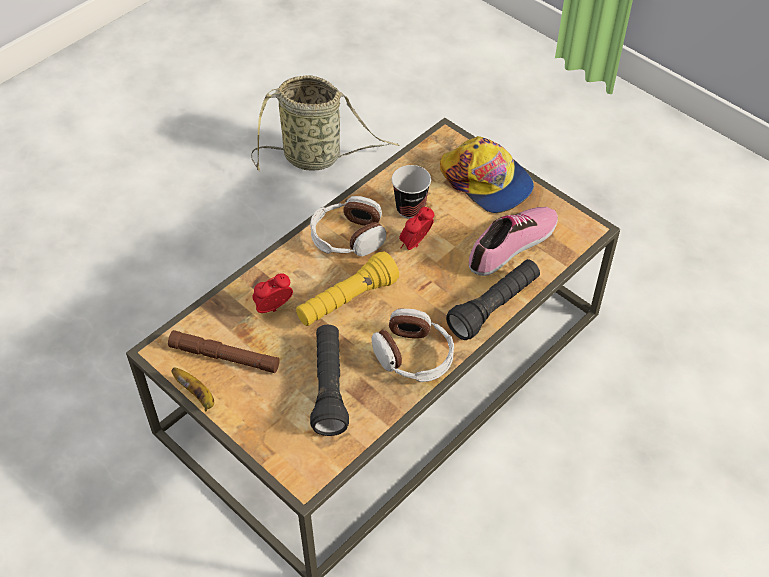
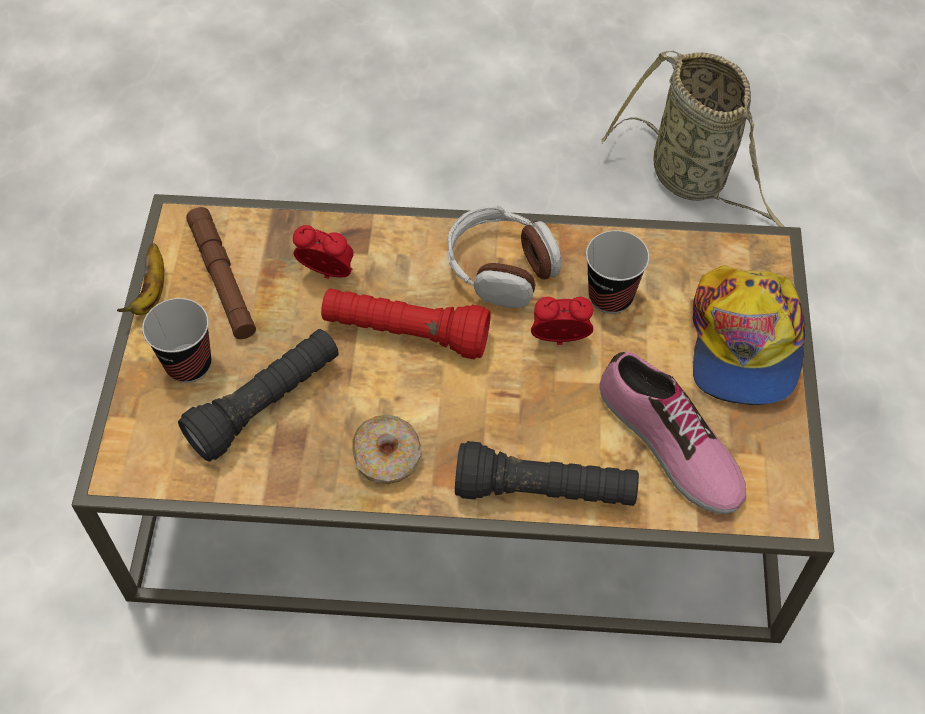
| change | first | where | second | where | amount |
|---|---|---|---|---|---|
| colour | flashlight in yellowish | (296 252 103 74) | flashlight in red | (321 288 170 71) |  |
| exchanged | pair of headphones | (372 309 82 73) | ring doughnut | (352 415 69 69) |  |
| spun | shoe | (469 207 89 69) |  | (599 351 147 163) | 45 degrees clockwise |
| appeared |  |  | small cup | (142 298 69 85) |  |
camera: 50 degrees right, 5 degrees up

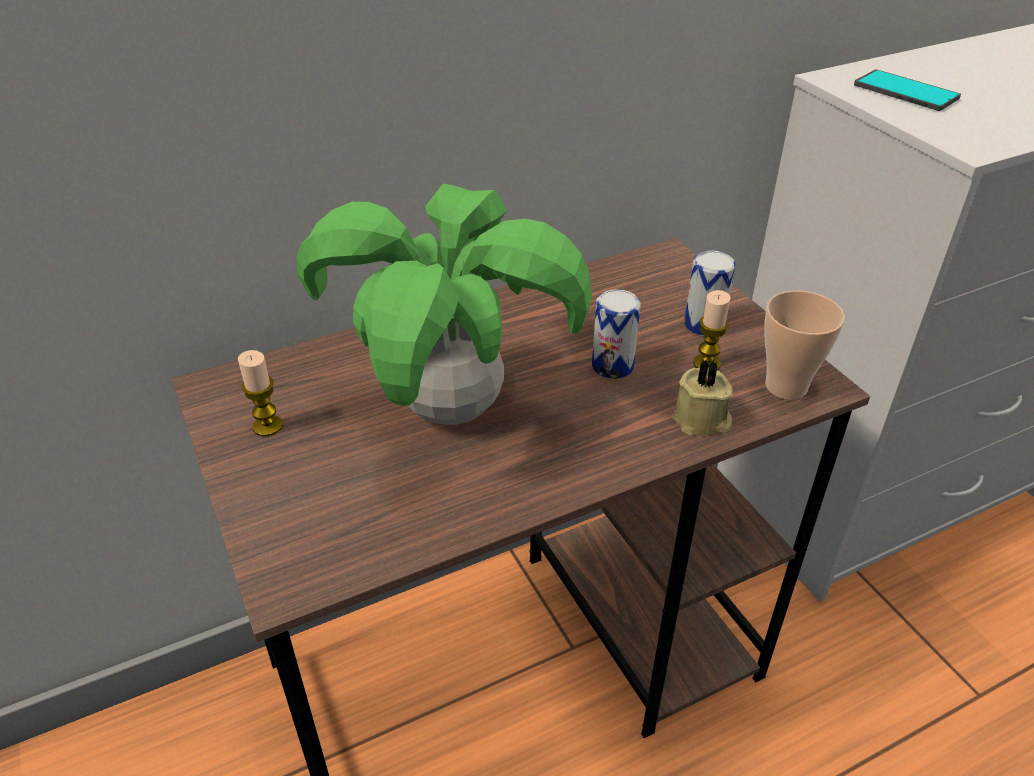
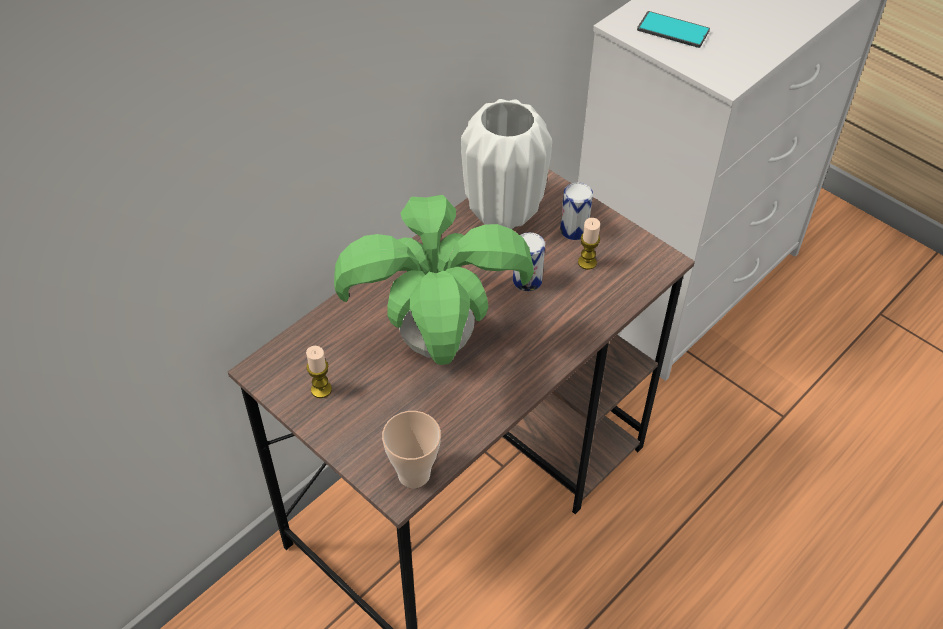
| change | first | where | second | where | amount |
|---|---|---|---|---|---|
| missing | wax light in beige-coloured | (672 360 61 76) |  |  |  |
| relocated | small cup | (764 290 81 110) |  | (382 411 59 77) |  |
| appeared |  |  | flower vase in whitish | (461 99 91 130) |  |
camera: 20 degrees left, 10 degrees up

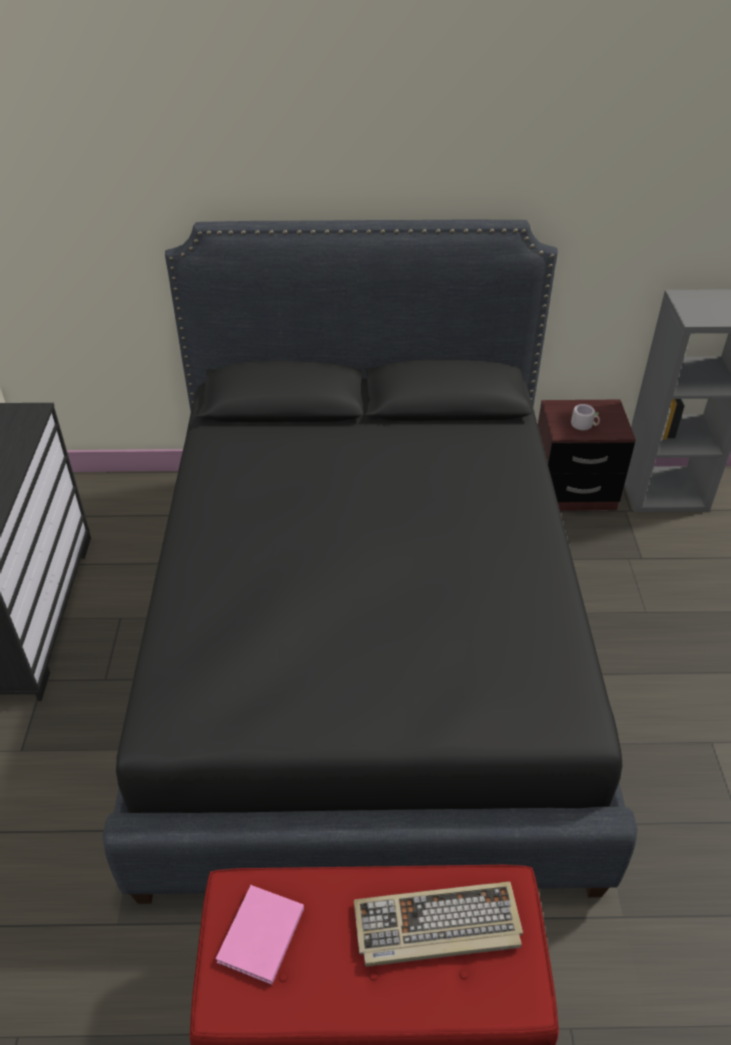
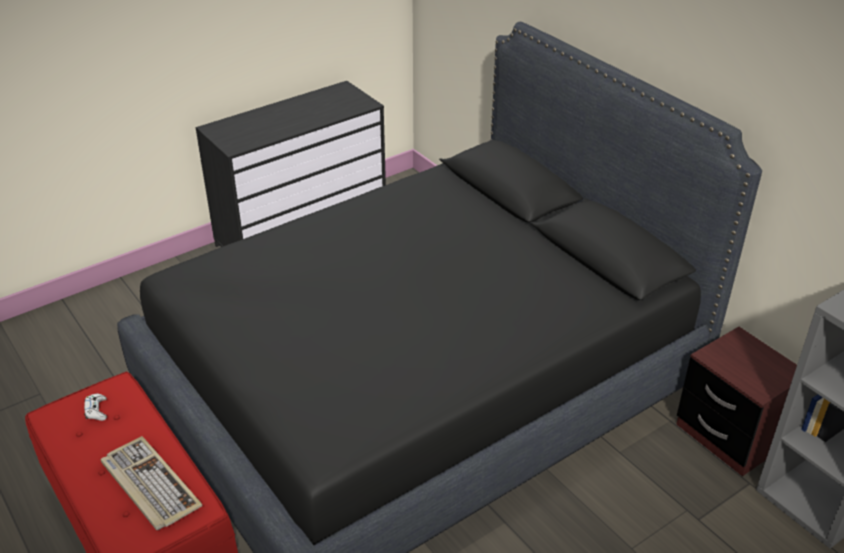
| change | first | where | second | where | amount |
|---|---|---|---|---|---|
| exchanged | book in pinkish | (216 885 88 100) | game controller in whitish | (84 394 23 27) |  |
| missing | mug in gray | (571 404 29 27) |  |  |  |
camera: 55 degrees right, 5 degrees down

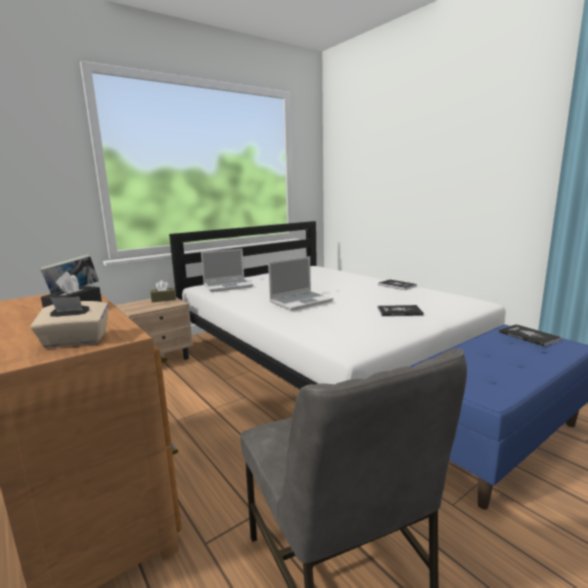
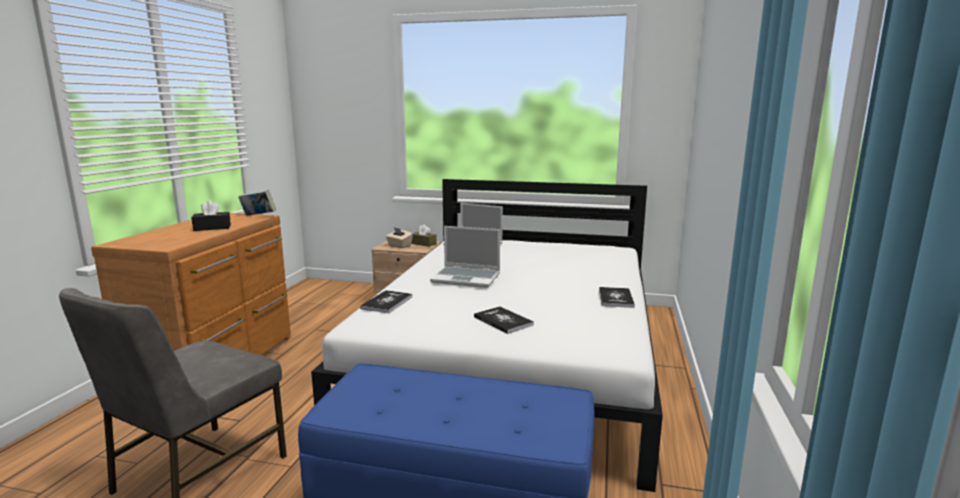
| change | first | where | second | where | amount |
|---|---|---|---|---|---|
| relocated | tissue box in beige-coloured | (30 296 79 52) |  | (386 227 27 21) |  |
| relocated | book | (499 324 63 23) |  | (360 290 52 23) |  |
camera: 50 degrees right, 0 degrees up

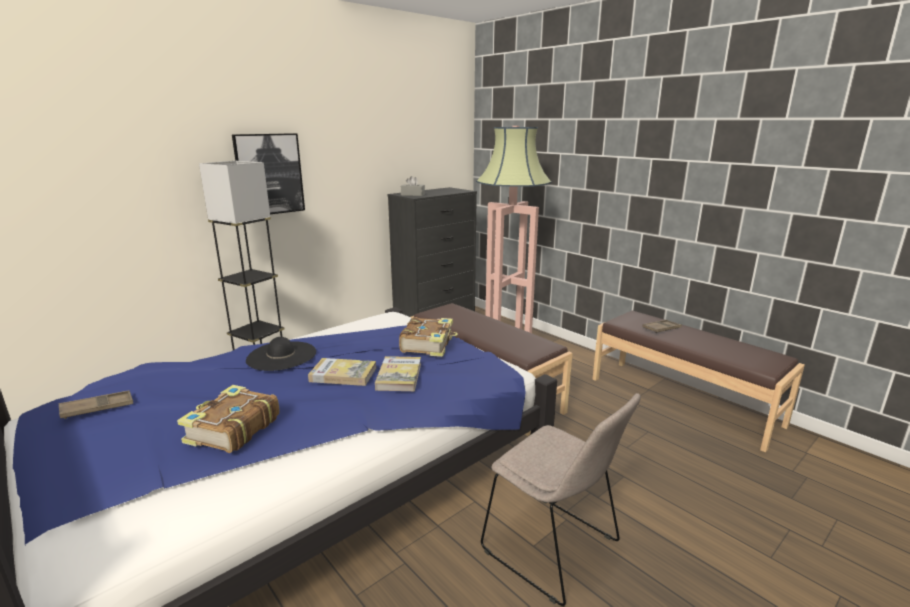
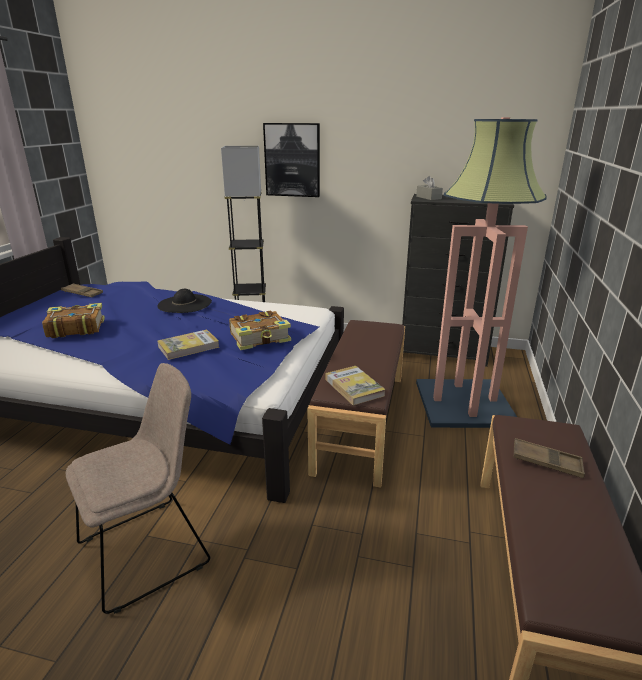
| change | first | where | second | where | amount |
|---|---|---|---|---|---|
| relocated | book | (308 358 68 28) |  | (326 366 60 39) |  |
| spun | plain chair in beige-coloured | (481 393 160 213) |  | (66 363 144 251) | 135 degrees counterclockwise |
camera: 55 degrees right, 5 degrees up

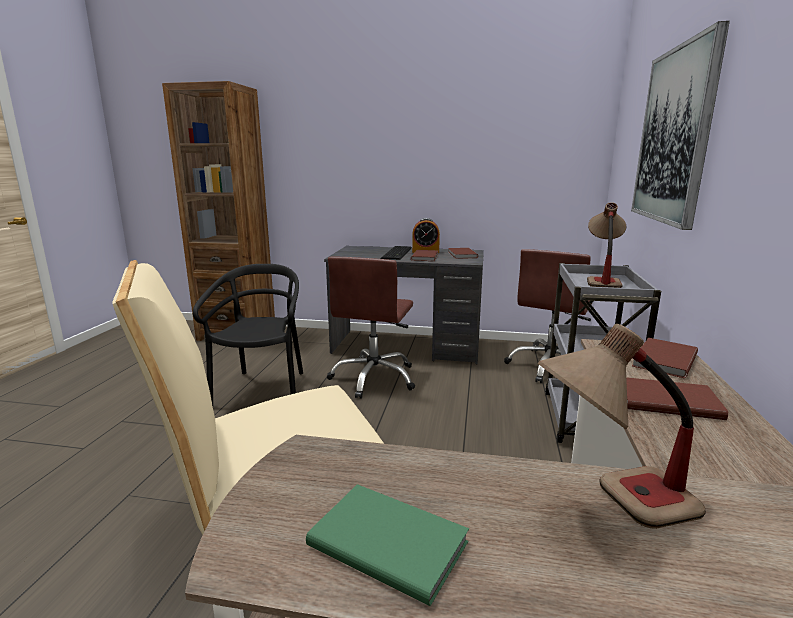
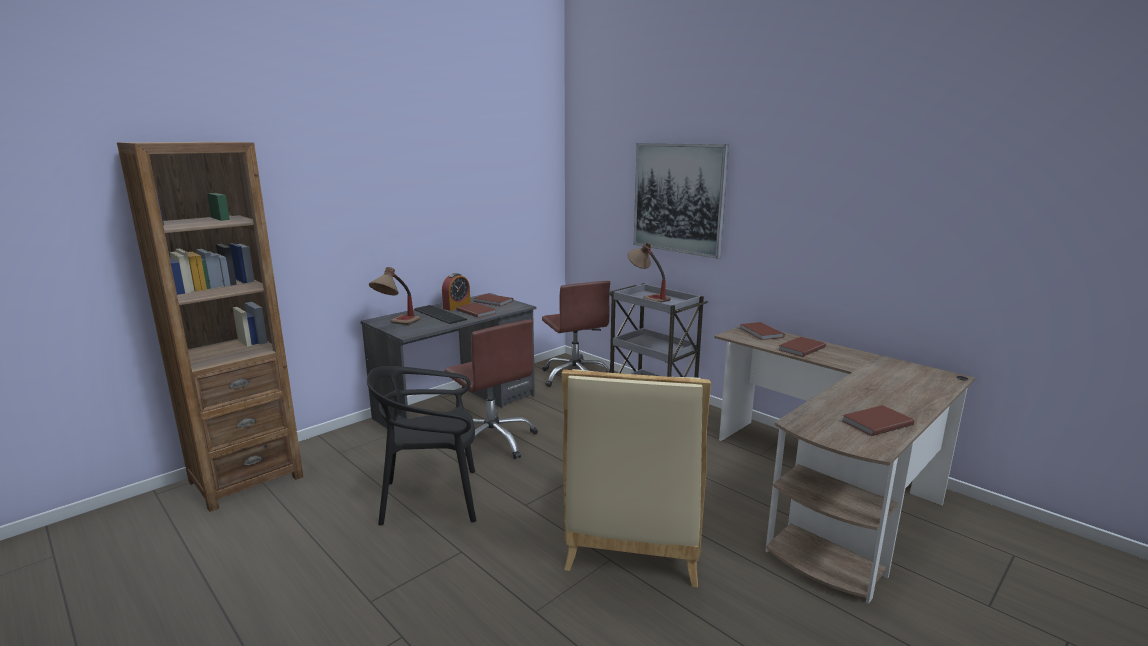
| change | first | where | second | where | amount |
|---|---|---|---|---|---|
| spun | plain chair in black-coloured | (193 264 110 142) |  | (367 366 110 159) | 45 degrees counterclockwise |
| colour | book in green-coloured | (306 484 163 122) | book in brownish | (843 405 71 31) |  |
| relocated | tabletop lamp | (538 324 168 205) |  | (369 267 52 58) |  |
camera: 55 degrees left, 0 degrees up

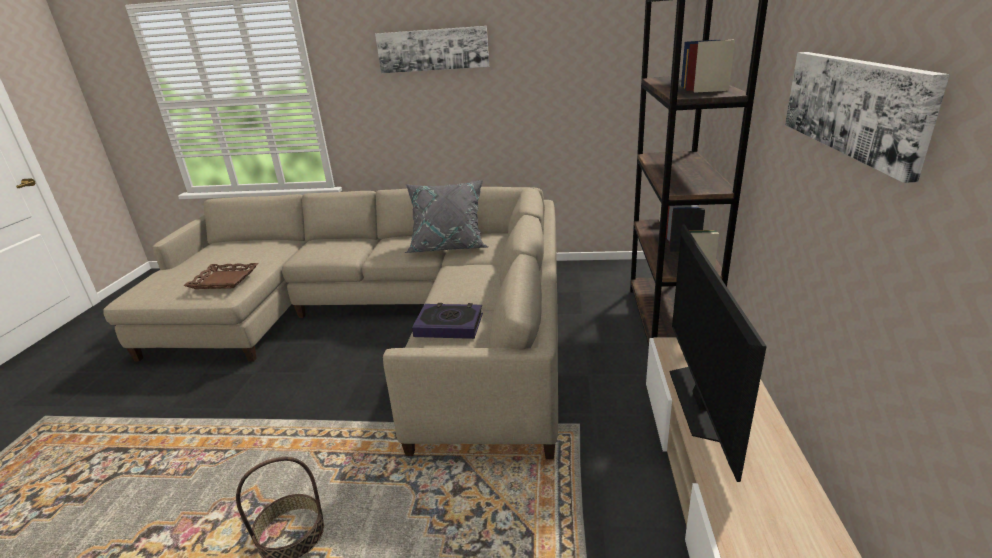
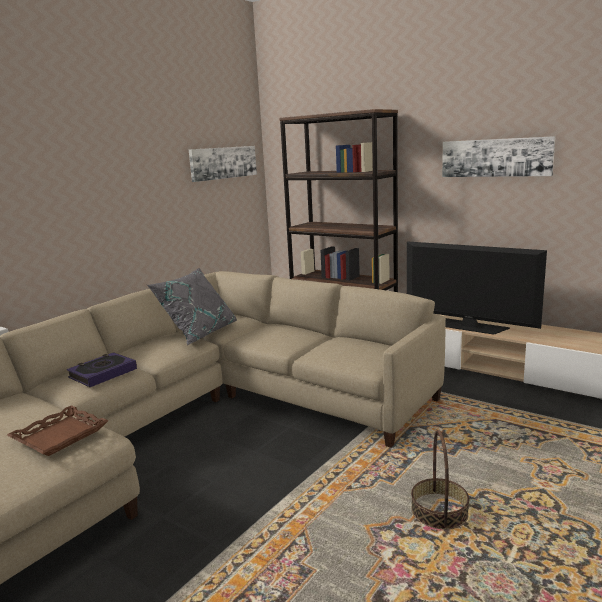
| change | first | where | second | where | amount |
|---|---|---|---|---|---|
| relocated | wall picture | (375 26 114 47) |  | (189 146 68 36) |  |
| relocated | book | (412 303 71 36) |  | (67 352 70 35) |  |
camera: 60 degrees left, 10 degrees down

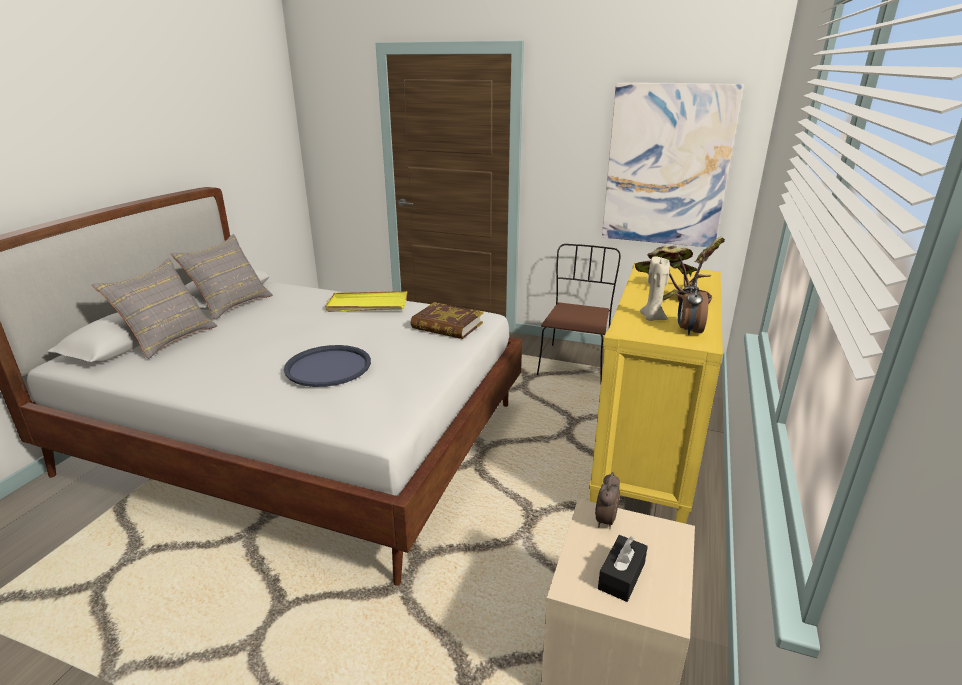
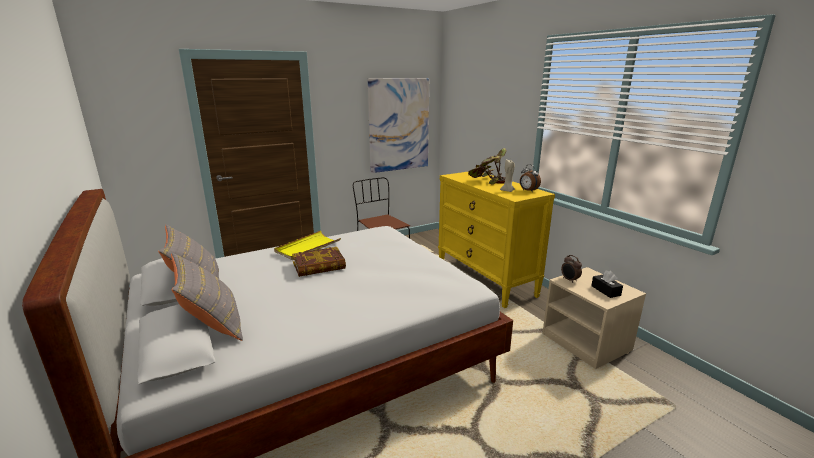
| change | first | where | second | where | amount |
|---|---|---|---|---|---|
| missing | serving tray in bluish | (284 345 87 42) |  |  |  |
| relocated | book | (411 302 72 37) |  | (292 247 54 30) |  |
camera: 50 degrees left, 5 degrees down

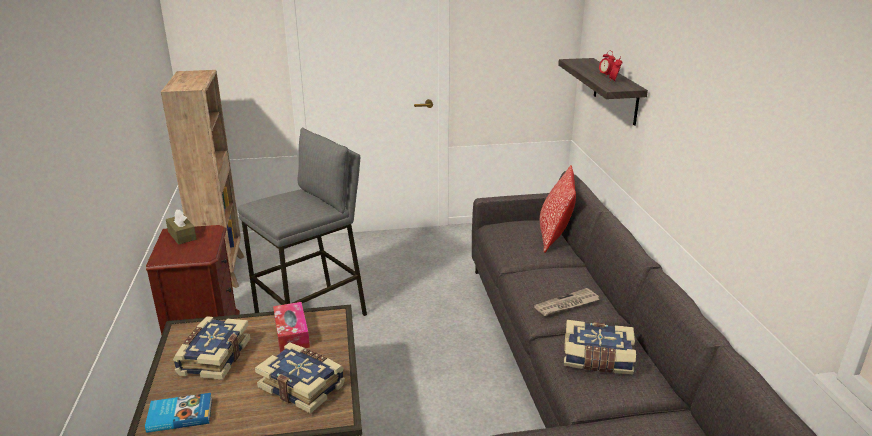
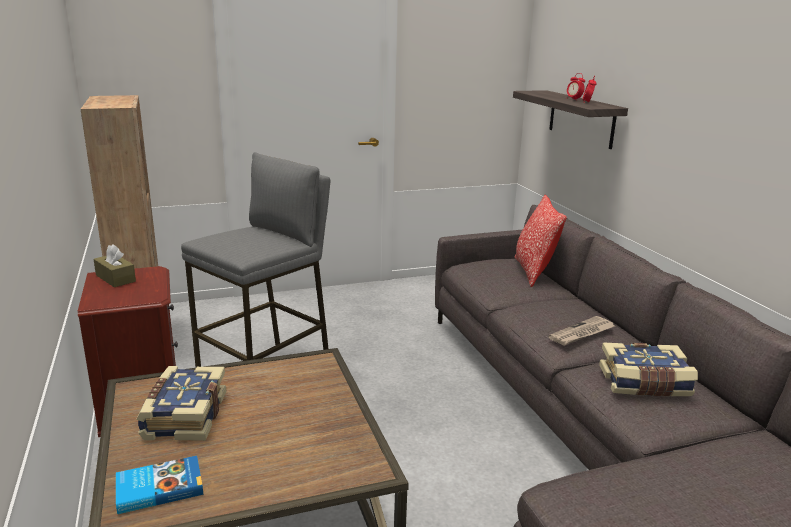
| change | first | where | second | where | amount |
|---|---|---|---|---|---|
| missing | book | (255 342 90 72) |  |  |  |
| missing | tissue box | (273 302 37 51) |  |  |  |
camera: 10 degrees left, 5 degrees down

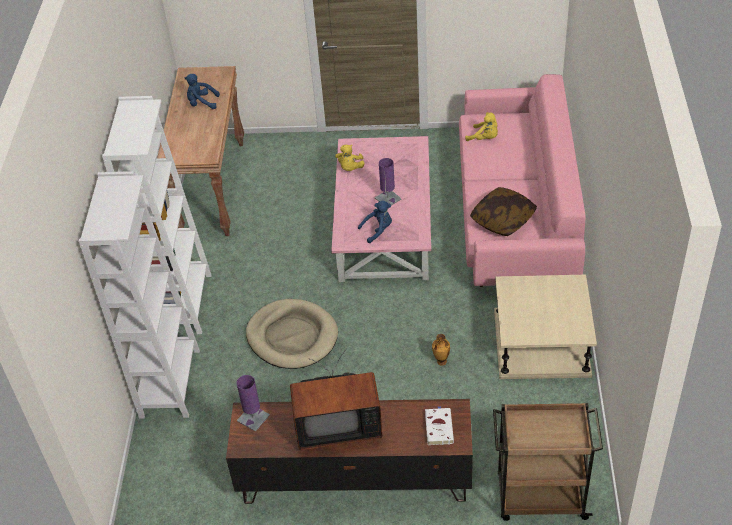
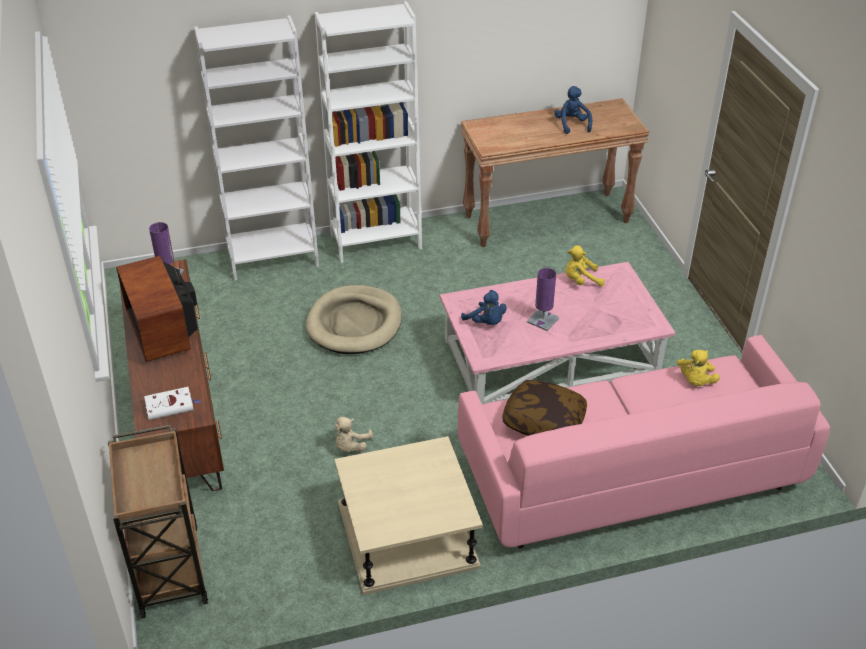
| change | first | where | second | where | amount |
|---|---|---|---|---|---|
| exchanged | flower vase | (432 334 18 32) | soft toy in beige-coloured | (335 417 39 35) |  |
camera: 70 degrees right, 5 degrees down

